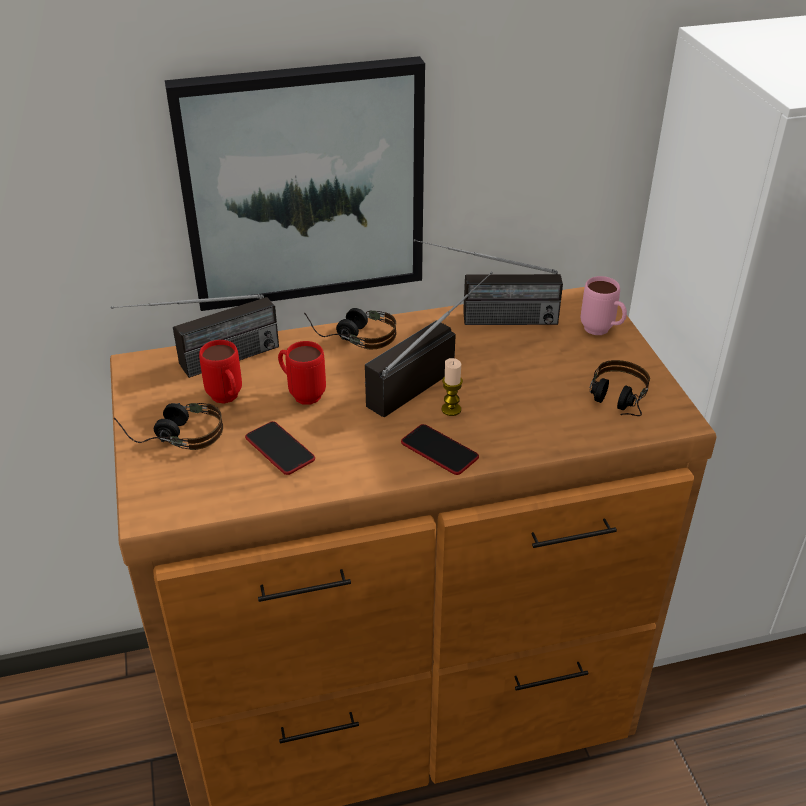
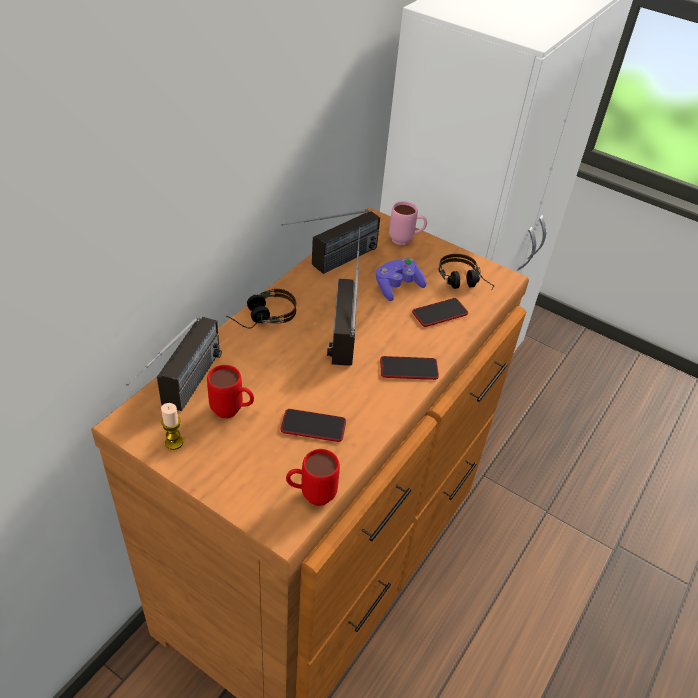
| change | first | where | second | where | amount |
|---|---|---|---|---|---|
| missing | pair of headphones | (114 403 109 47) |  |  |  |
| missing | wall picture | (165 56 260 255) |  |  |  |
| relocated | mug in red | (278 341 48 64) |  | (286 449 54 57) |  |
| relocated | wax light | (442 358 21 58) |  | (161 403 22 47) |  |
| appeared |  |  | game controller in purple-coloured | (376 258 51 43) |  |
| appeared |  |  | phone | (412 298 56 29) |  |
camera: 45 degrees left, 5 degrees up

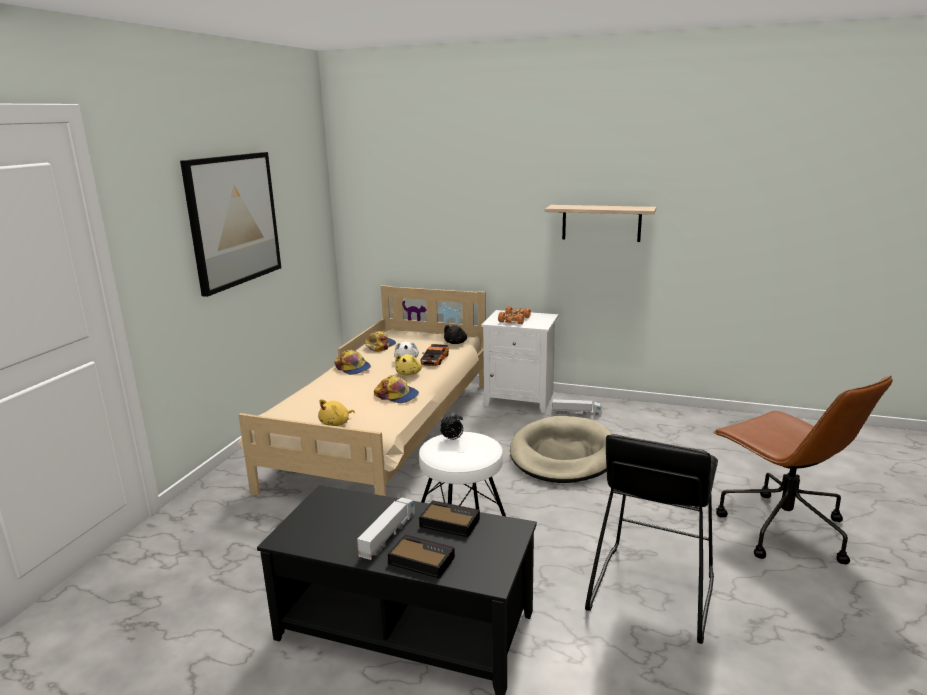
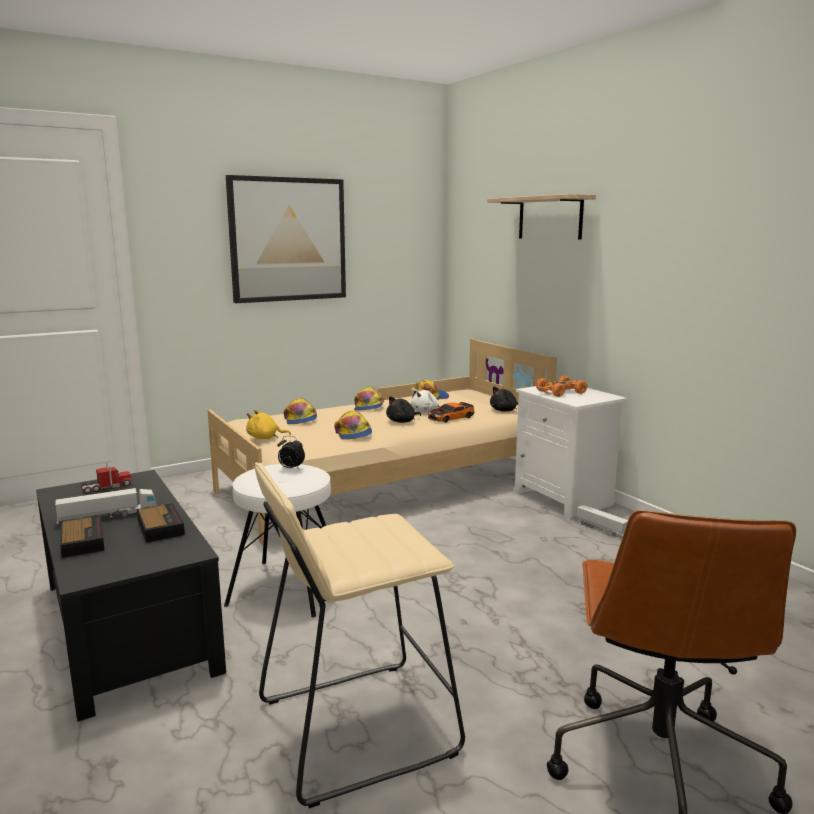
| change | first | where | second | where | amount |
|---|---|---|---|---|---|
| colour | soft toy in yellowish | (395 354 27 22) | soft toy in black-coloured | (386 396 35 27) |  |
| missing | dog bed in beige-coloured | (510 416 103 67) |  |  |  |
| relocated | shelf | (545 205 111 37) |  | (487 194 109 46) |  |
| colour | sitting stool in black-coloured | (585 434 133 210) | sitting stool in beige-coloured | (255 462 210 346) |  |
| appeared |  |  | toy truck | (81 463 51 31) |  |
| appeared |  |  | cap | (284 398 33 26) |  |
camera: 40 degrees right, 5 degrees down

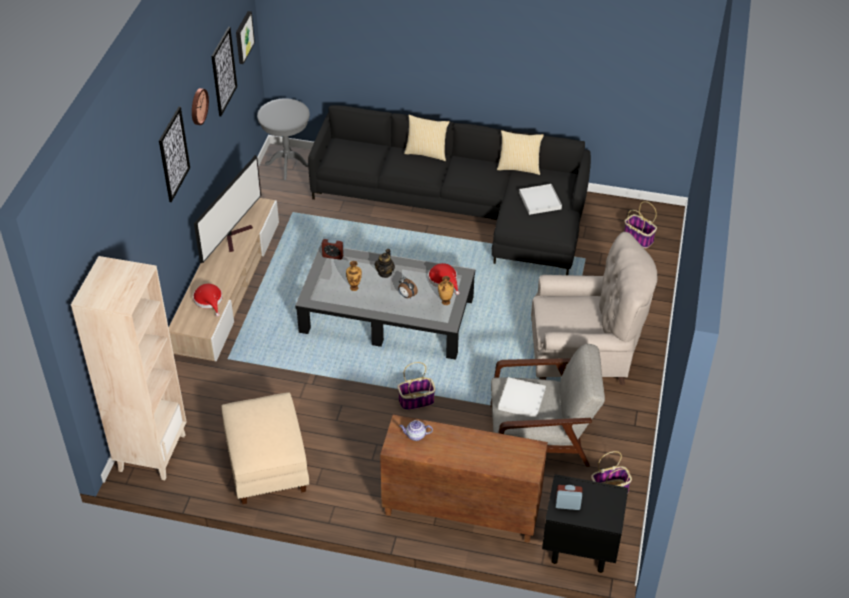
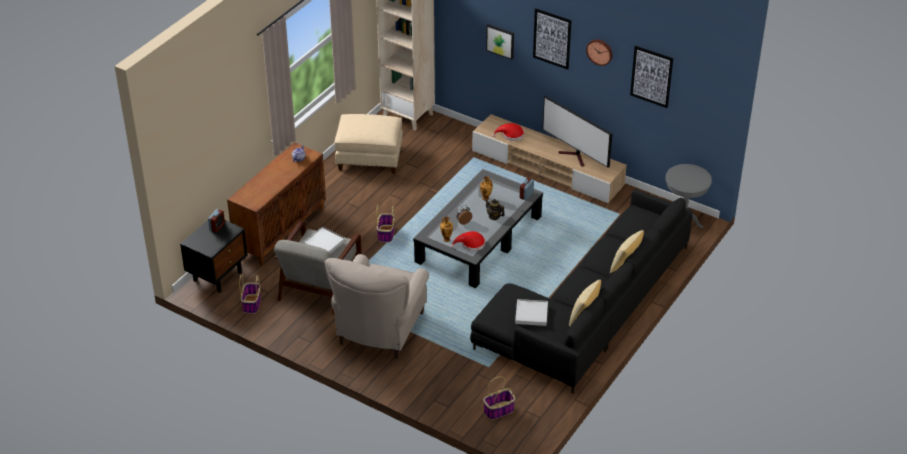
| change | first | where | second | where | amount |
|---|---|---|---|---|---|
| relocated | wall picture | (236 11 19 53) |  | (486 24 28 36) |  |
camera: 110 degrees right, 5 degrees down

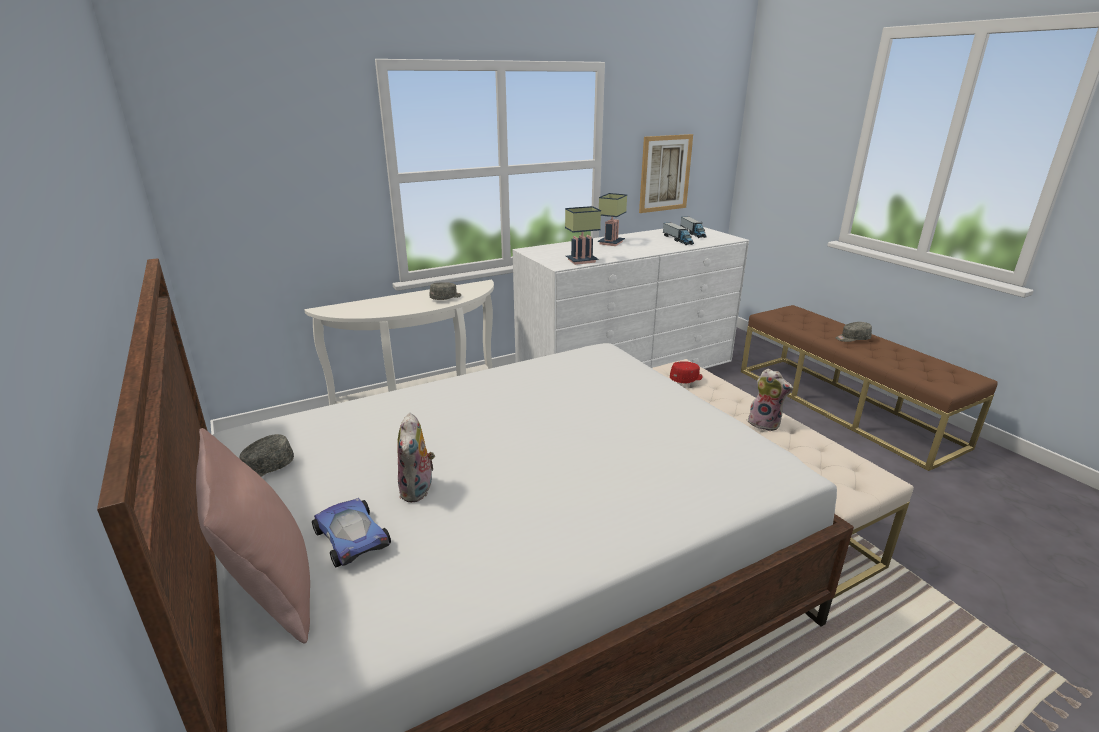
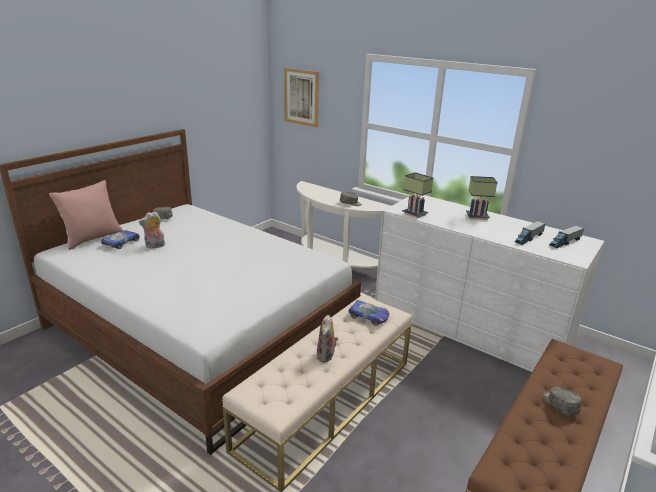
| change | first | where | second | where | amount |
|---|---|---|---|---|---|
| relocated | wall picture | (639 134 54 79) |  | (284 68 35 59) |  |
| exchanged | cap in red | (670 361 32 22) | model car | (349 300 40 26) |  |
camera: 65 degrees right, 0 degrees up

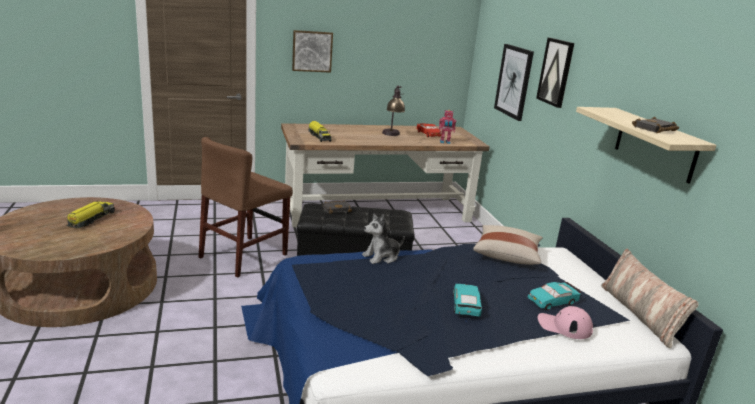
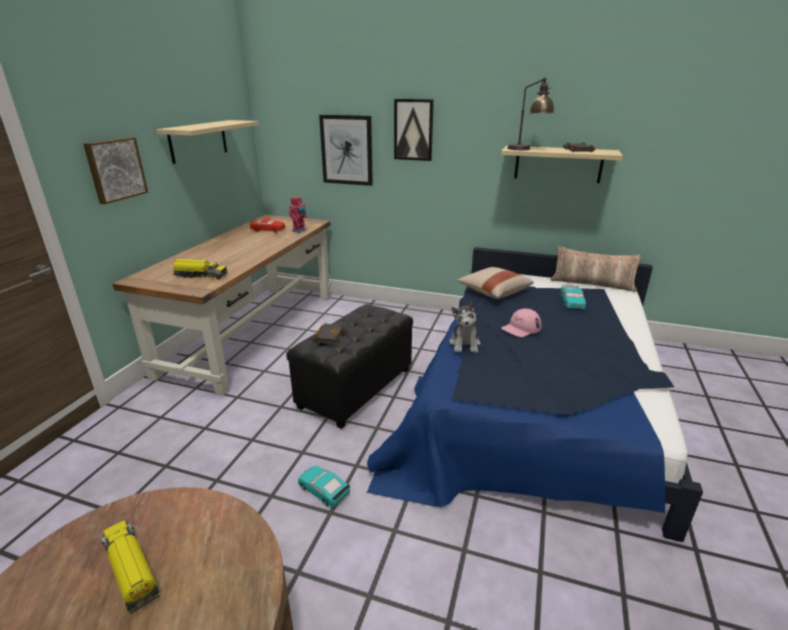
| change | first | where | second | where | amount |
|---|---|---|---|---|---|
| missing | plain chair in brownish | (199 137 94 141) |  |  |  |
| relocated | tabletop lamp | (382 86 23 50) |  | (507 77 47 73) |  |
| relocated | model car in turquoise-coloured | (453 284 29 32) |  | (298 466 53 41) |  |
| relocated | cap in pinkish | (538 306 55 33) |  | (501 308 41 29) |  |
| appeared |  |  | shelf | (156 120 103 44) |  |
camera: 55 degrees left, 5 degrees up

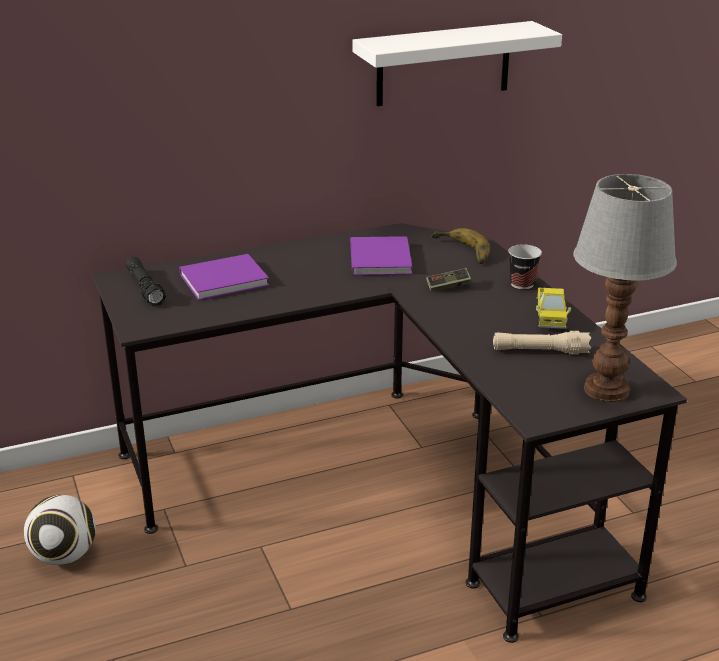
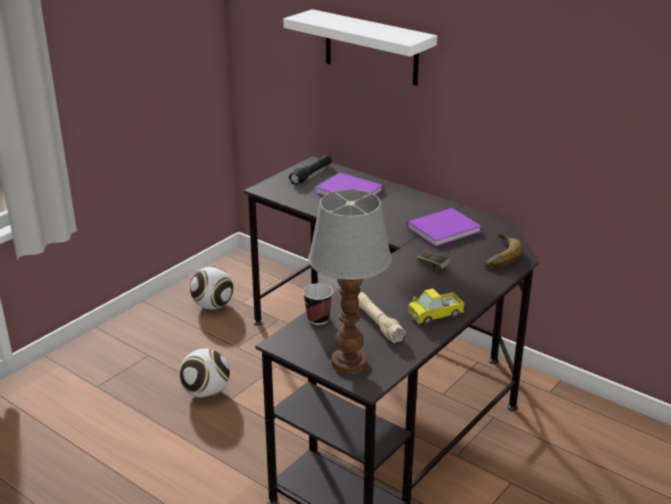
| change | first | where | second | where | amount |
|---|---|---|---|---|---|
| relocated | shelf in whitish | (352 21 210 85) |  | (283 9 154 77) |  |
| relocated | small cup | (508 244 34 45) |  | (303 283 30 42) |  |
| appeared |  |  | football ball | (179 349 51 50) |  |
camera: 60 degrees right, 0 degrees up

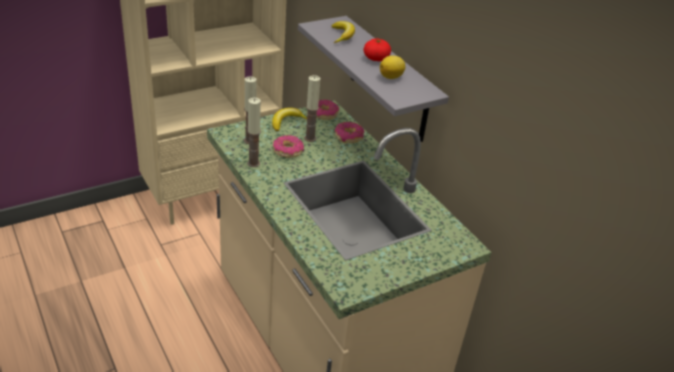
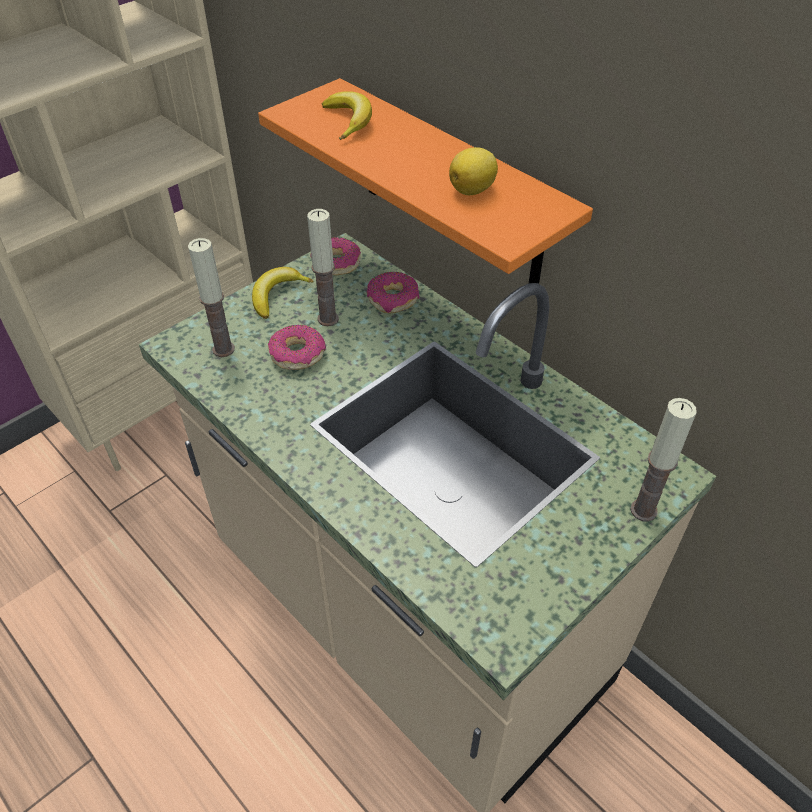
| change | first | where | second | where | amount |
|---|---|---|---|---|---|
| relocated | wax light | (247 98 14 69) |  | (630 398 67 124) |  |
| colour | shelf in gray | (298 16 151 126) | shelf in orange | (258 78 335 206) |  |
| missing | tomato | (364 39 27 22) |  |  |  |
camera: 10 degrees left, 10 degrees up

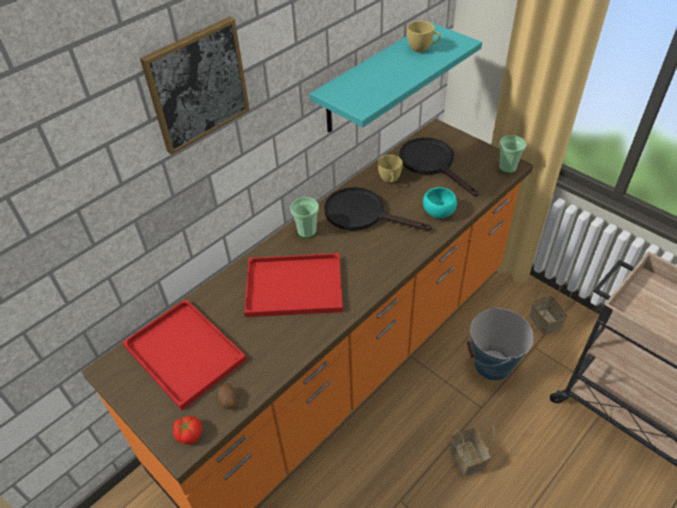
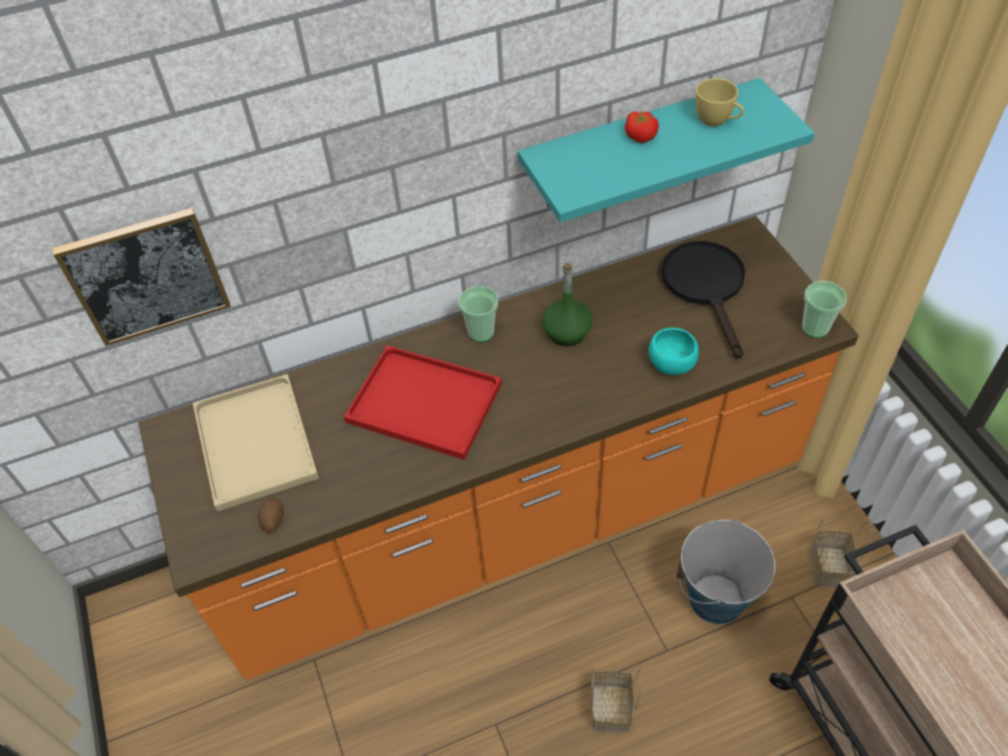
| change | first | where | second | where | amount |
|---|---|---|---|---|---|
| colour | serving tray in red | (122 299 125 111) | serving tray in beige-coloured | (193 374 126 138) |  |
| relocated | wall picture | (140 17 110 138) |  | (52 208 179 138) |  |
| relocated | tomato | (173 416 29 29) |  | (625 111 34 32) |  |
| exchanged | skillet in black-coloured | (324 187 108 44) | drink bottle in green-coloured | (542 263 51 83) |  |
| missing | small cup in yellowish | (378 155 25 28) |  |  |  |
camera: 25 degrees right, 5 degrees up

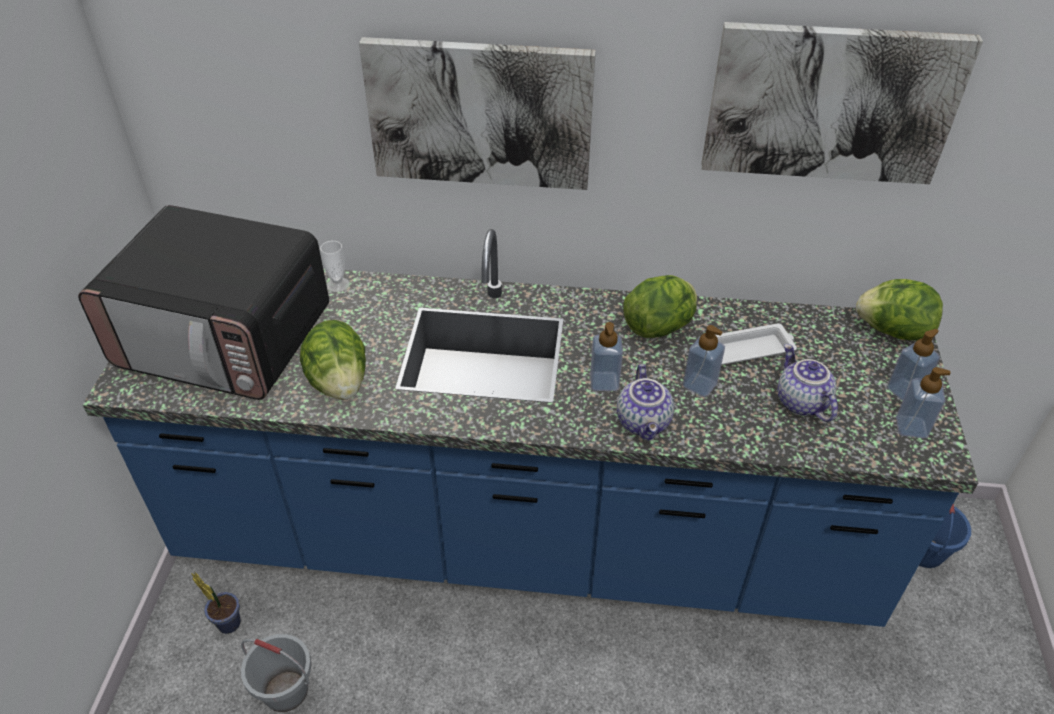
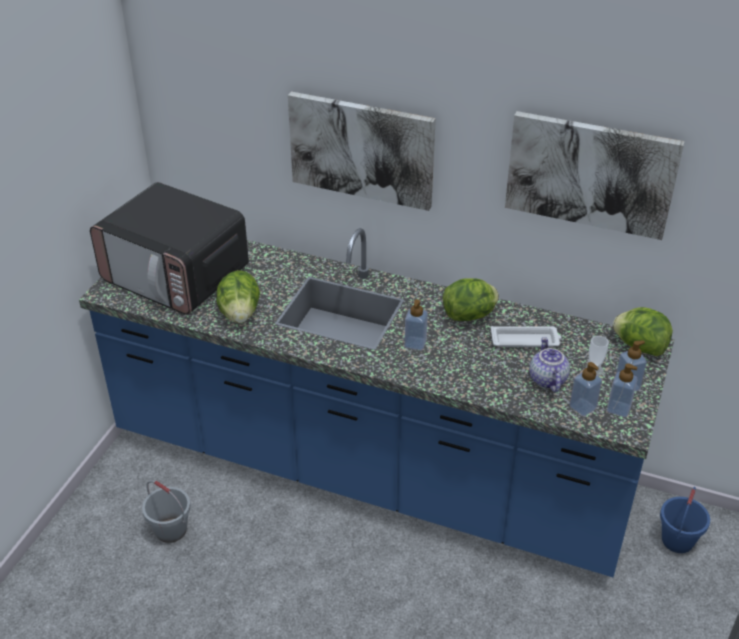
| change | first | where | second | where | amount |
|---|---|---|---|---|---|
| missing | plant in a pot | (191 572 50 62) |  |  |  |
| relocated | small cup | (320 241 30 51) |  | (585 336 24 40) |  |
| missing | pot for tea | (617 364 57 77) |  |  |  |
| relocated | liquid soap bottle | (683 325 42 72) |  | (569 362 33 54) |  |
camera: 15 degrees right, 5 degrees down

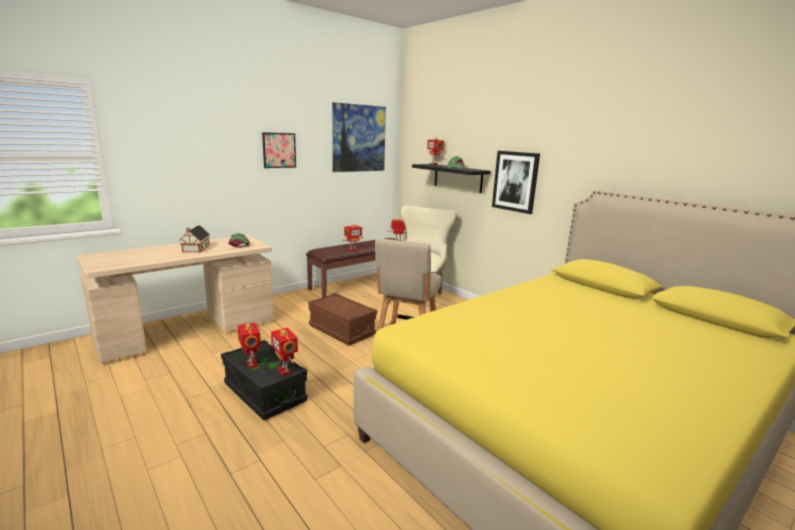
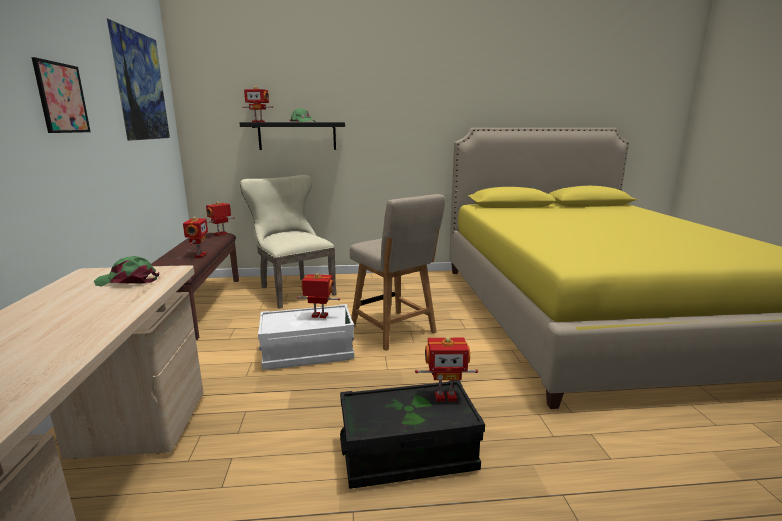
| change | first | where | second | where | amount |
|---|---|---|---|---|---|
| missing | model house | (179 225 31 27) |  |  |  |
| relocated | robot figure | (238 323 23 45) |  | (297 273 43 45) |  |
| colour | storage box in brownish | (308 293 69 52) | storage box in whitish | (258 304 96 66) |  |
| missing | wall picture | (492 151 48 63) |  |  |  |
camera: 55 degrees left, 0 degrees up

